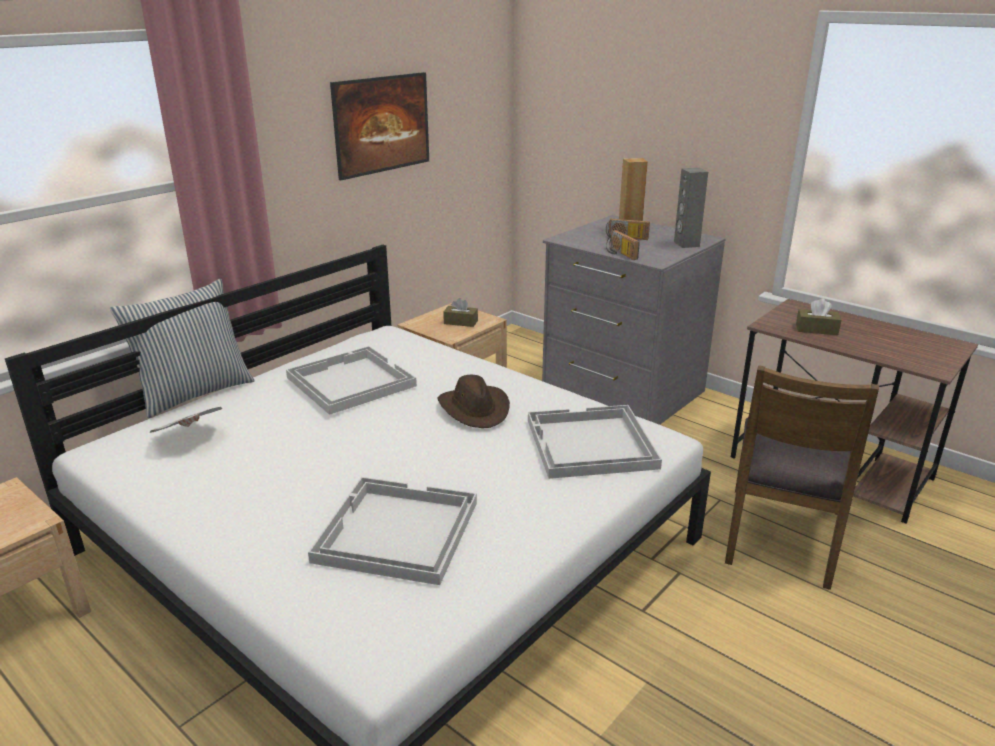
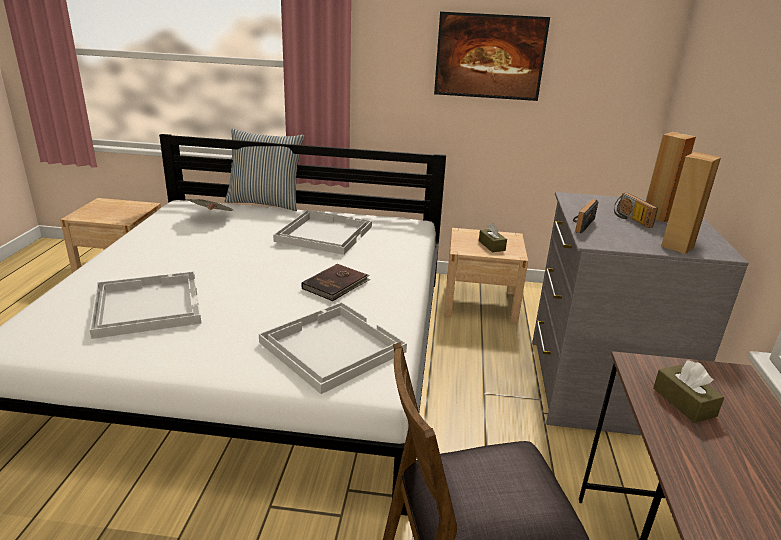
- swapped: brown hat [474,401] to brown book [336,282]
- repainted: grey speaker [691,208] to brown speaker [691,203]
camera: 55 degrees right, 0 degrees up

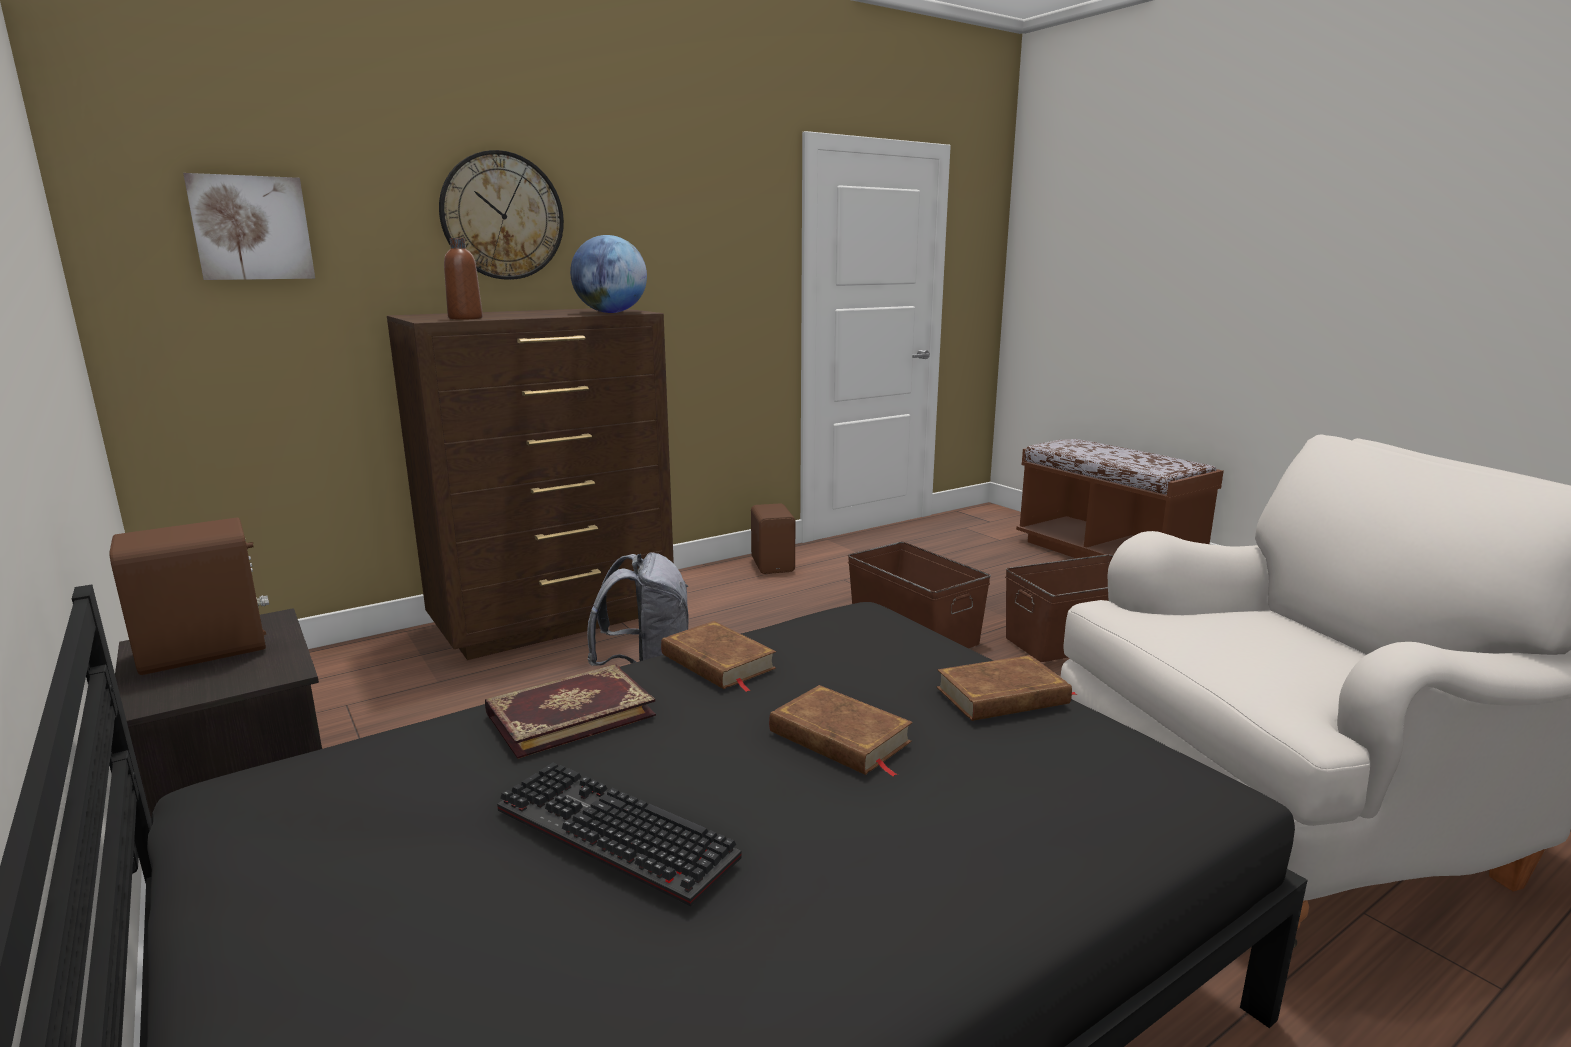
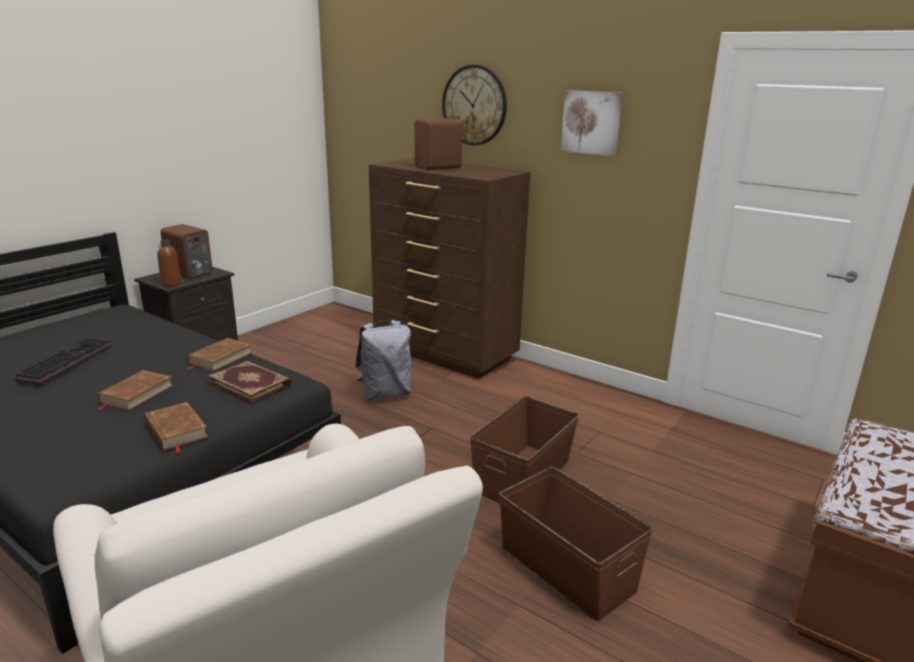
- gone: globe [608,274]
- shifted: picture [249,226] to [592,123]
- shifted: brown bottle [463,279] to [169,263]
- shifted: book [570,711] to [250,382]
- shifted: brown speaker [773,539] to [439,144]
camera: 70 degrees right, 5 degrees up

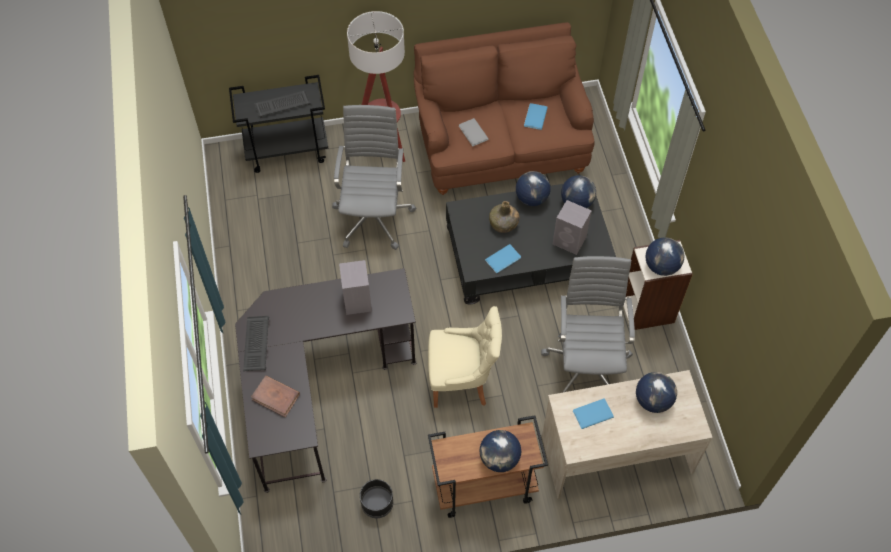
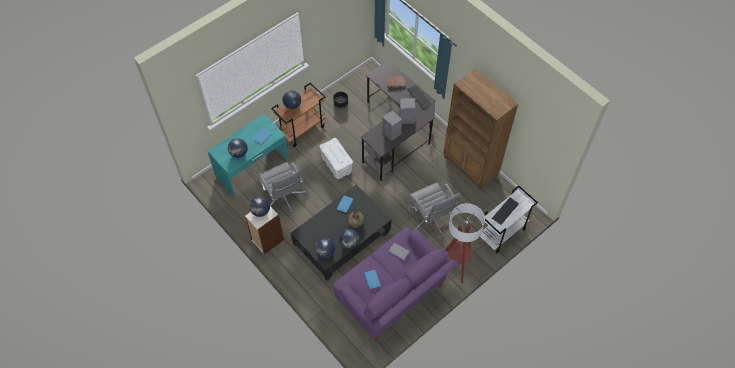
- new: brown bookcase [480,129]
- shifted: grey speaker [572,227] to [407,111]
- swapped: beige chair [465,357] to white storage box [336,158]
- repainted: black cart [278,124] to white cart [509,219]
- repainted: brown sofa [504,108] to purple sofa [395,283]
- repainted: beige desk [627,434] to turquoise desk [248,155]
camera: 150 degrees right, 0 degrees up

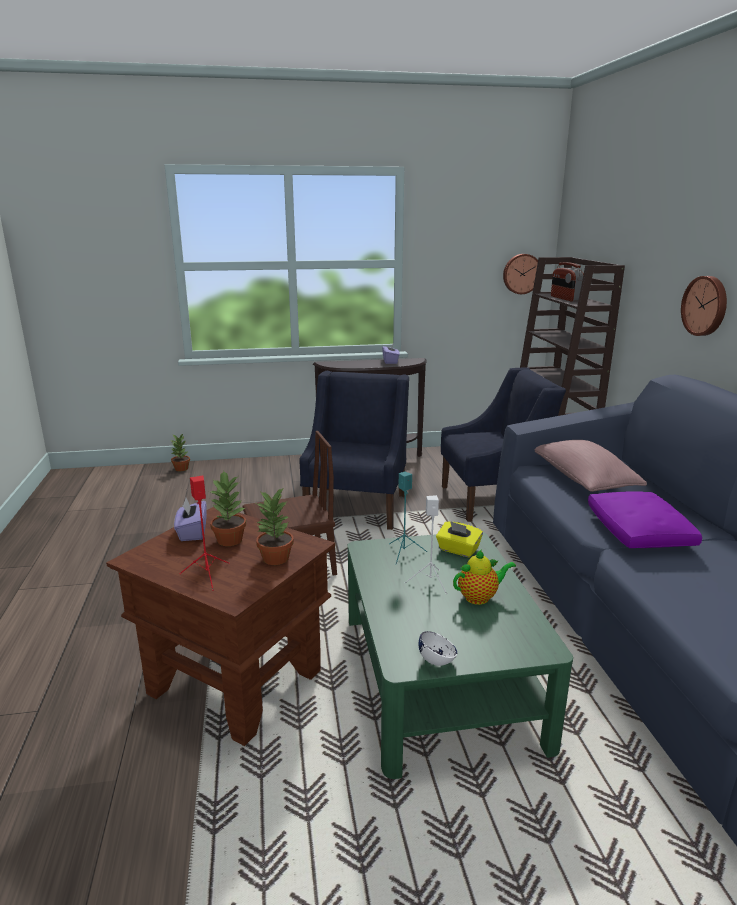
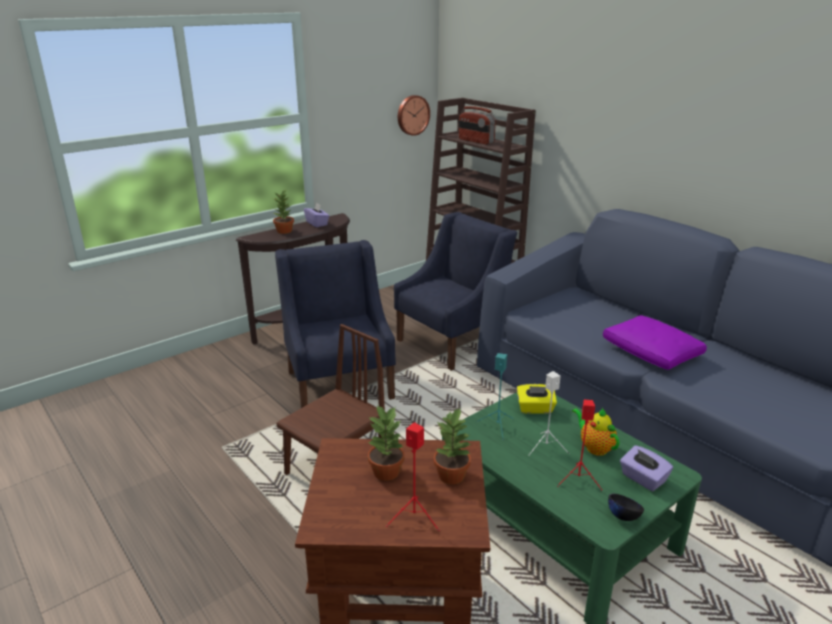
- gone: pink pillow [591,466]
- gone: wall clock [704,306]
- new: red speaker [579,445]
- shifted: potted plant [180,452] to [283,212]
- shifted: purple tissue box [190,519] to [646,468]
- repainted: white bowl [438,648] to black bowl [626,507]
- rotated: teapot [484,577] = [596,432] 75 degrees counterclockwise
camera: 30 degrees left, 5 degrees up

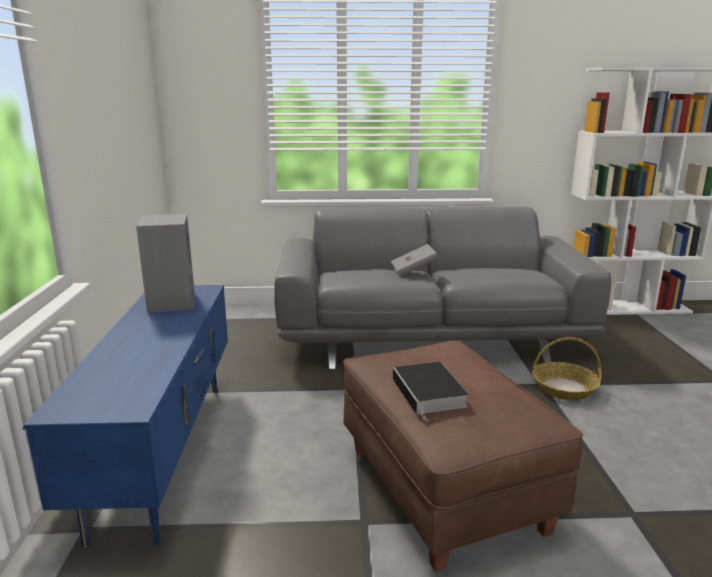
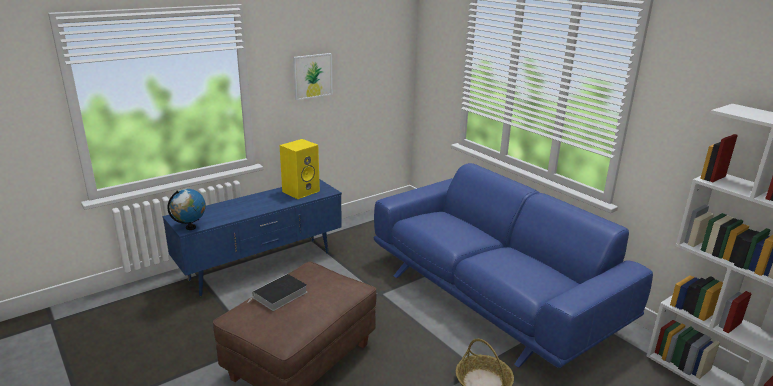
- gone: grey book [415,260]
- new: globe [187,209]
- new: picture [313,76]
- repainted: grey speaker [165,263] to yellow speaker [300,169]
- repainted: grey sofa [442,288] to blue sofa [513,265]
camera: 55 degrees right, 5 degrees up

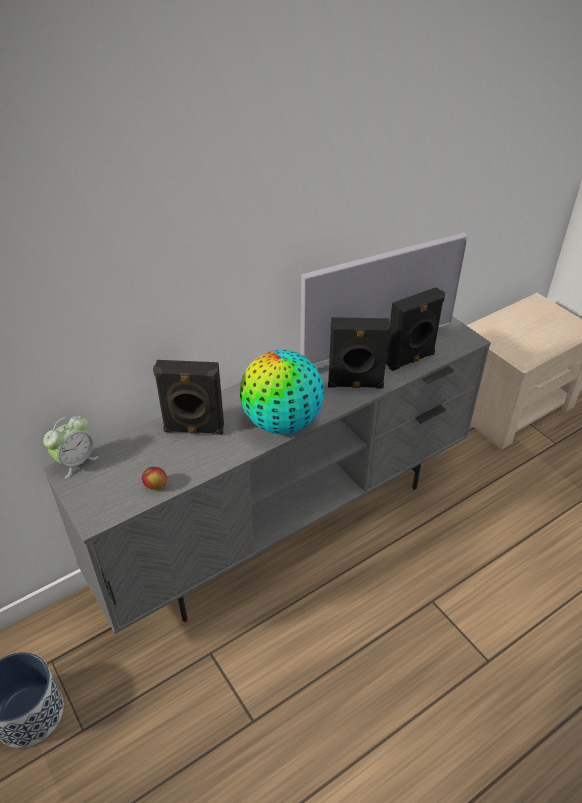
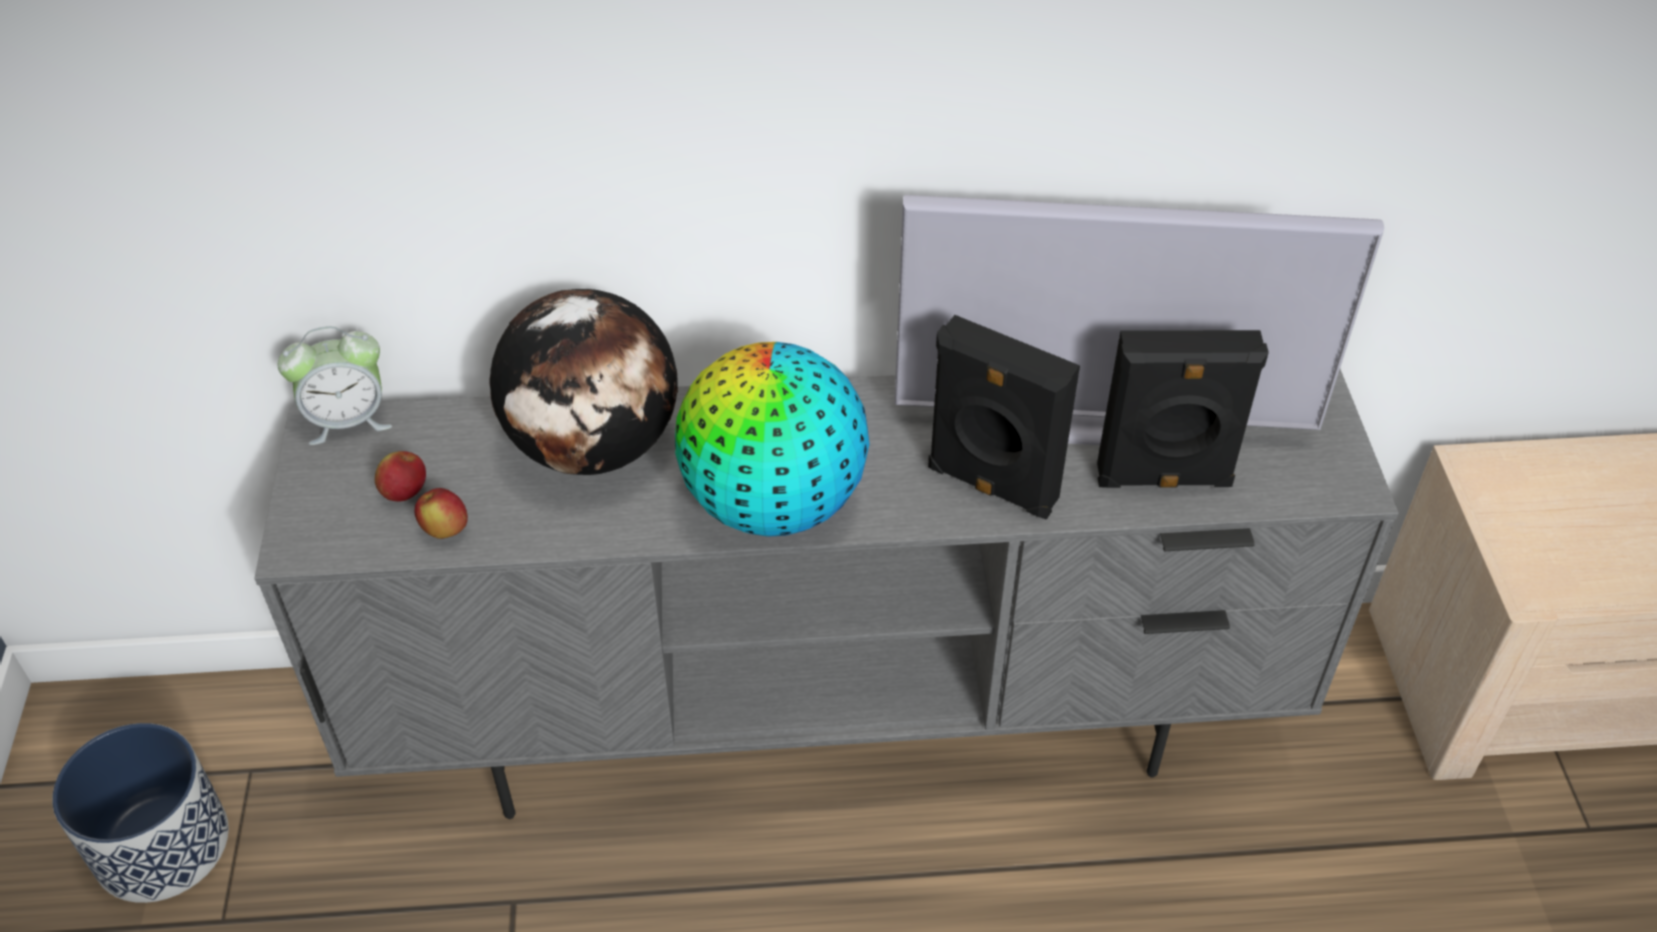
- new: apple [400,476]
- swapped: black speaker [188,397] to globe [583,382]
camera: 30 degrees right, 5 degrees up

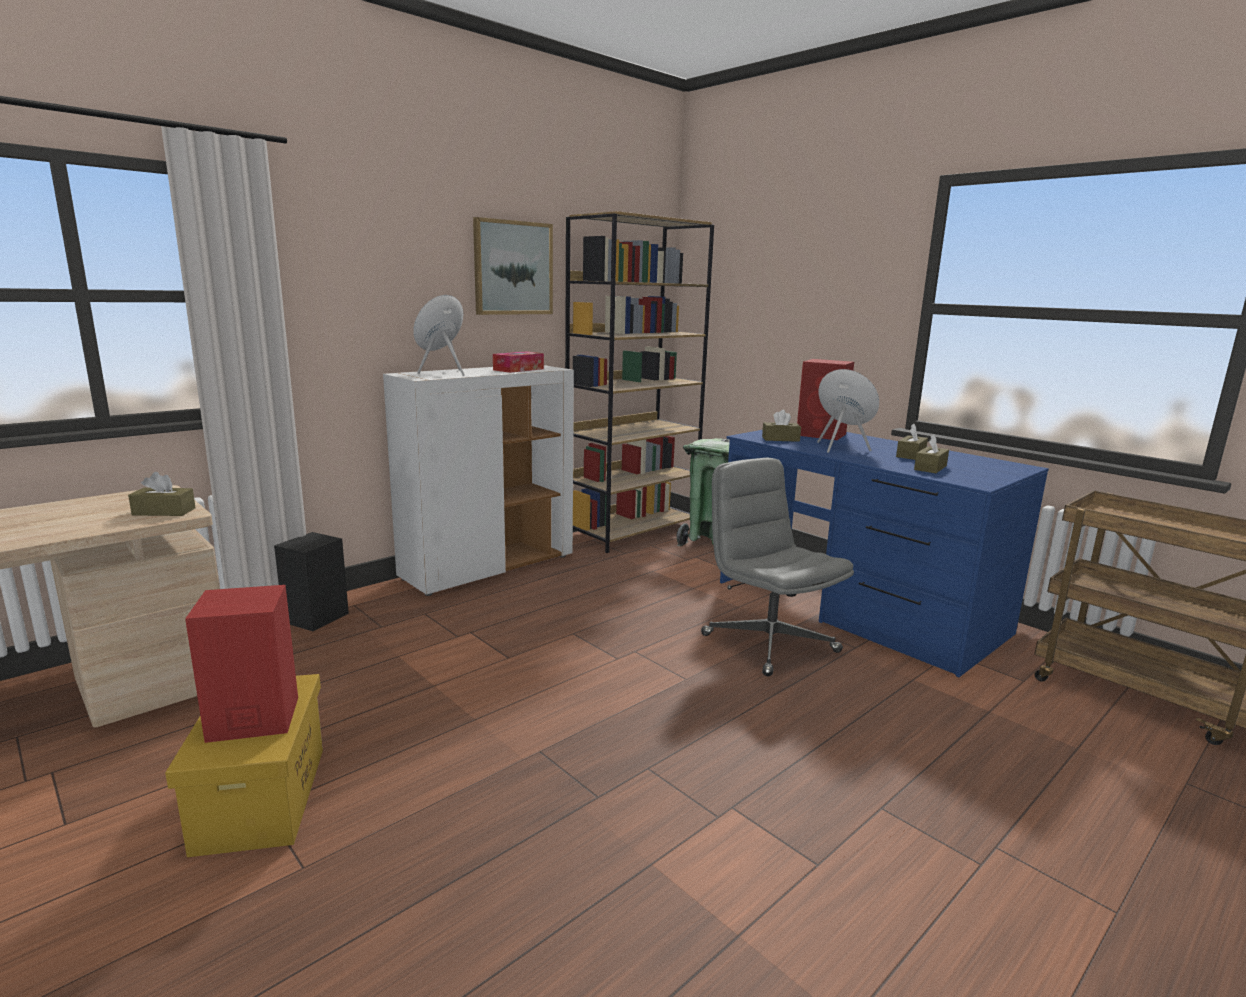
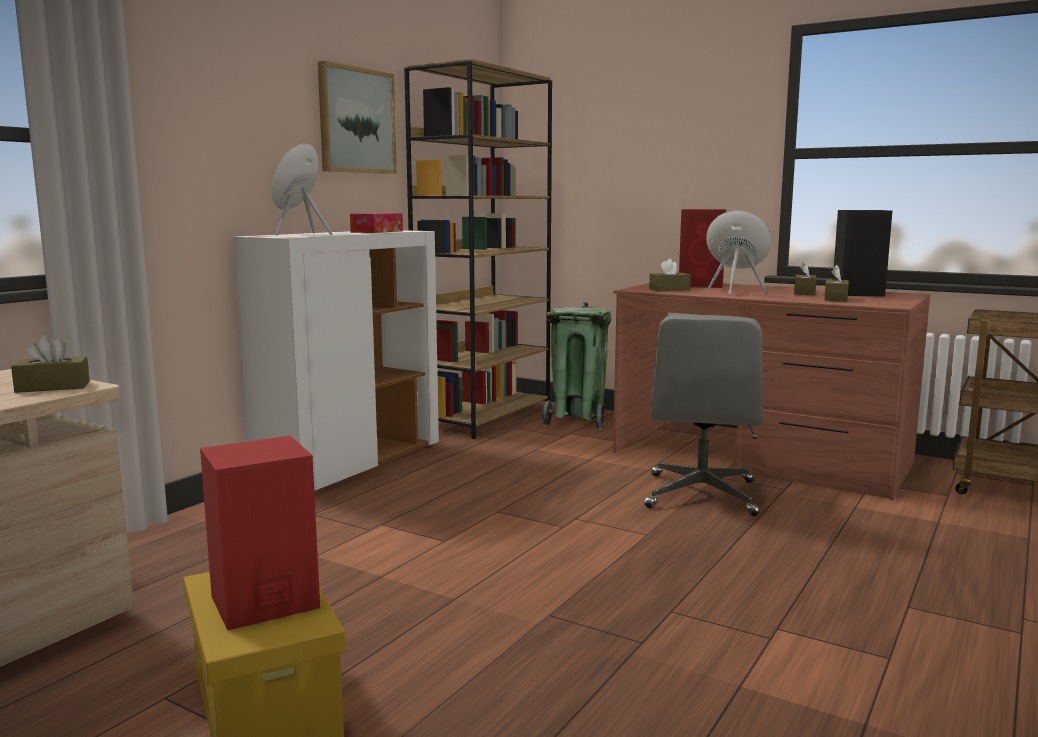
- shifted: black speaker [311,581] to [862,253]
- repainted: blue desk [884,553] to brown desk [772,391]
- rotated: grey office chair [777,566] = [703,415] 120 degrees counterclockwise
camera: 15 degrees left, 5 degrees down

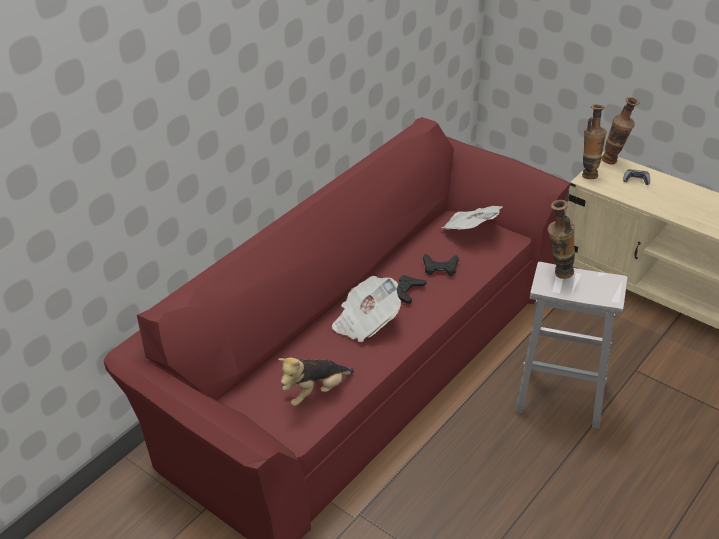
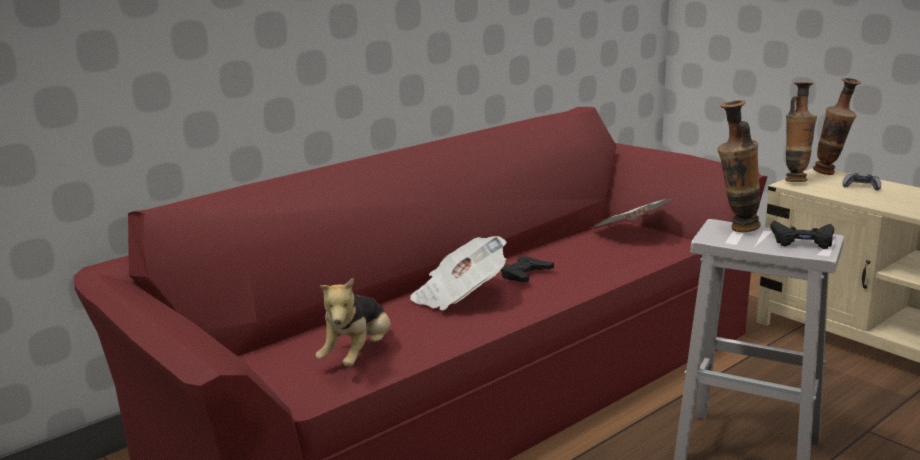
- shifted: black game controller [441,265] to [802,235]
- rotated: plush toy [316,381] = [353,322] 45 degrees counterclockwise
camera: 10 degrees right, 20 degrees down

